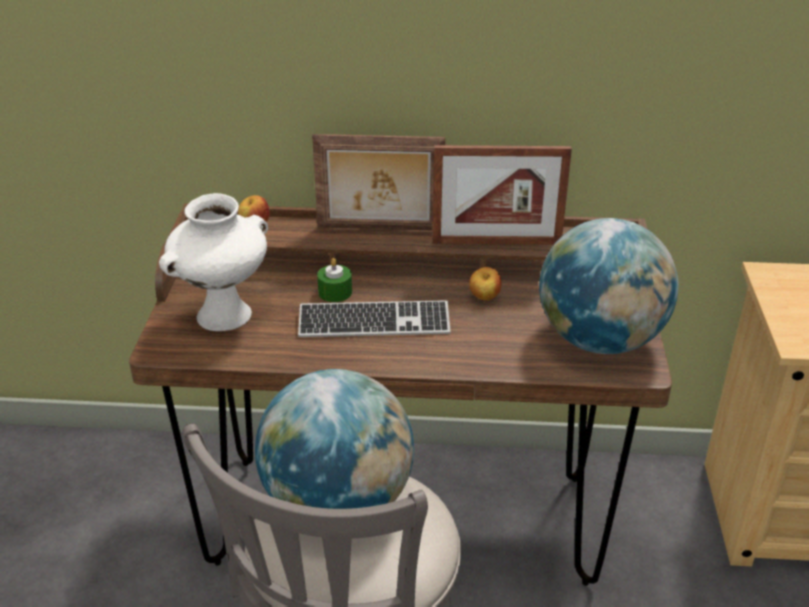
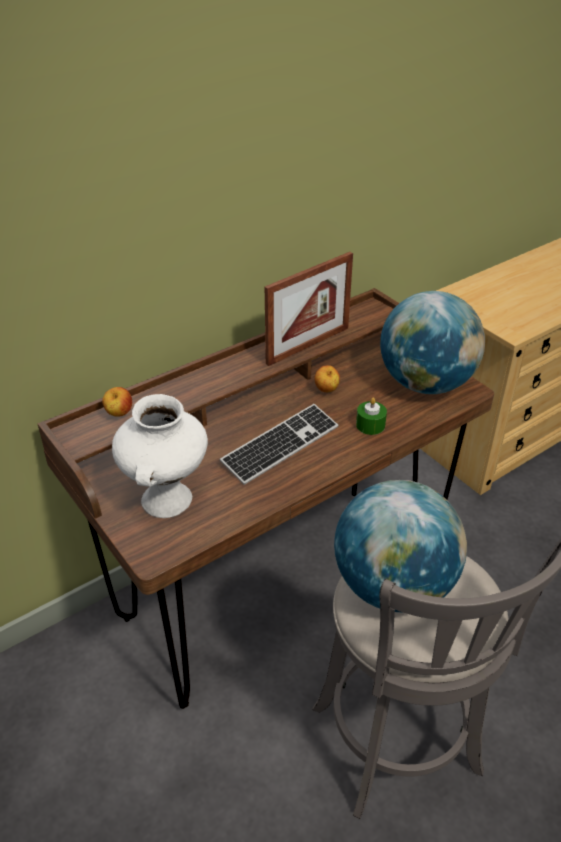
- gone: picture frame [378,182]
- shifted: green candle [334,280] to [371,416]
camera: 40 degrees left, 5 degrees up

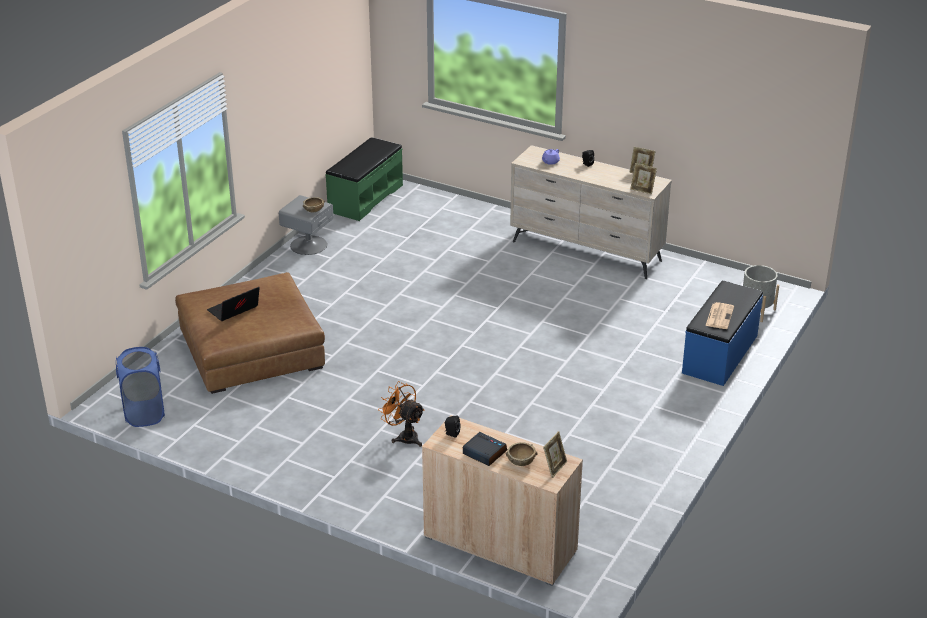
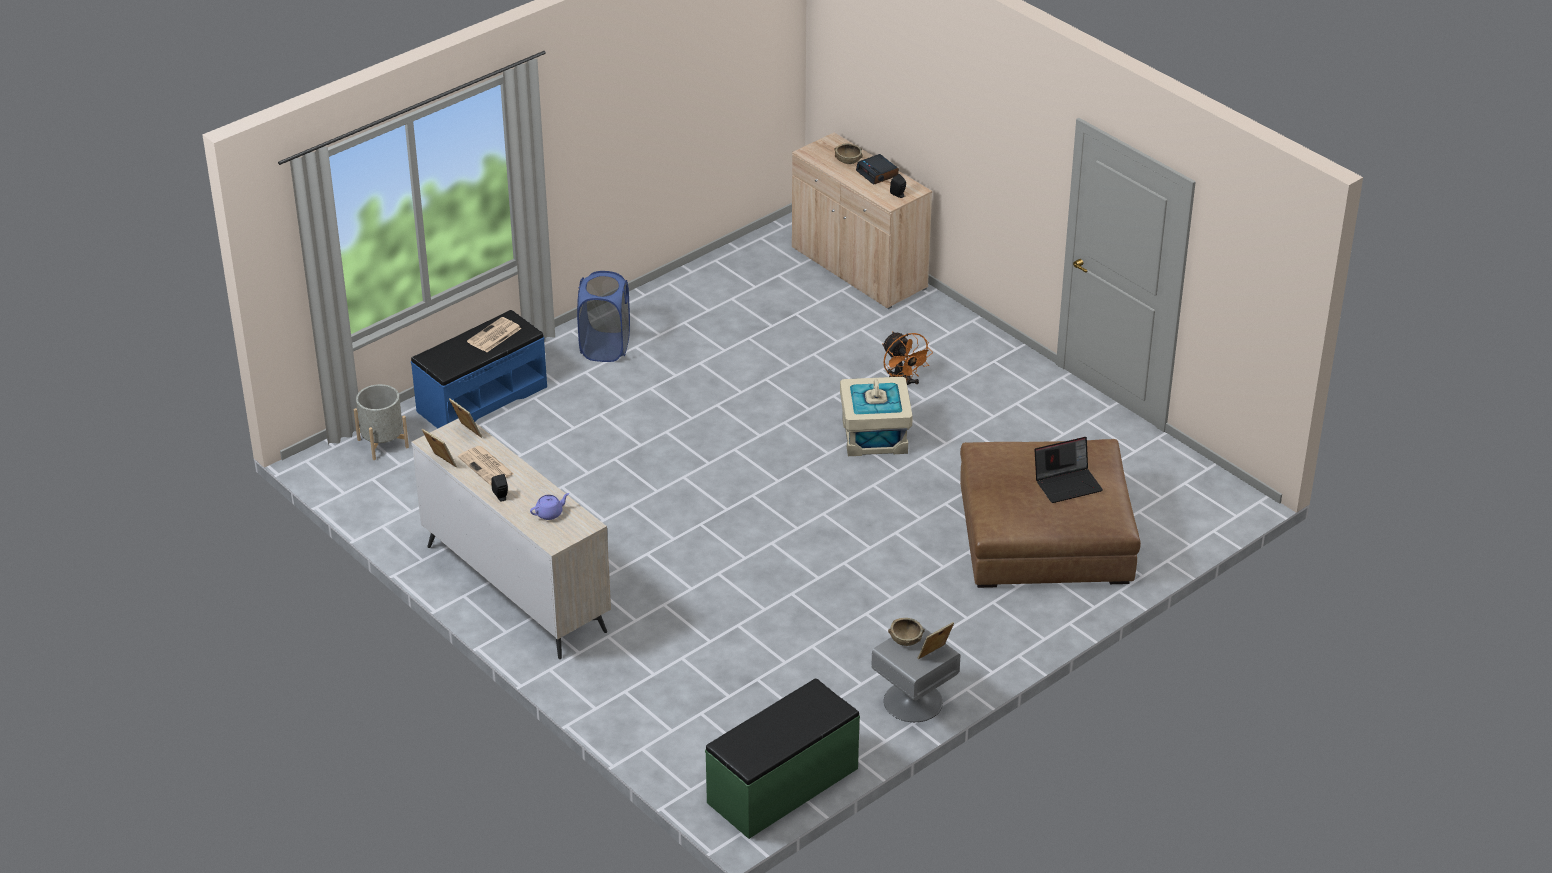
- new: newspaper [486,465]
- new: beige storage box [876,416]
- shifted: blue laundry basket [140,387] to [603,316]
- shifted: picture frame [555,454] to [935,640]
camera: 160 degrees left, 5 degrees up

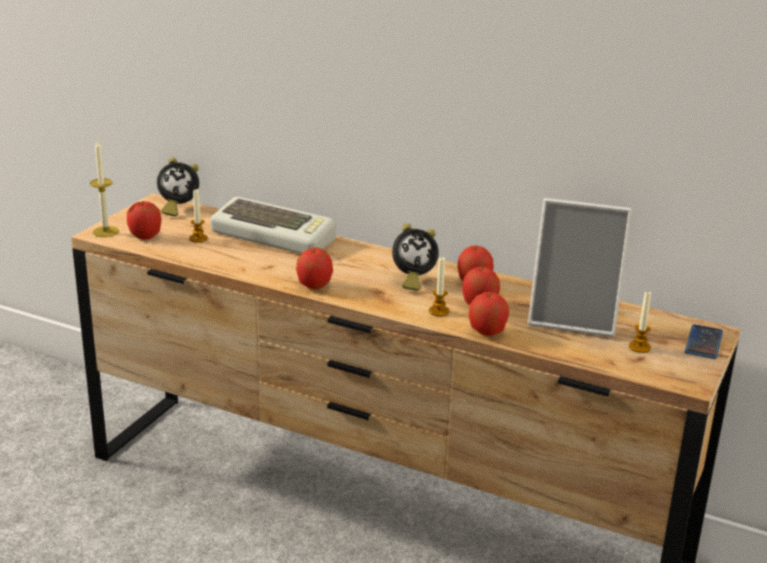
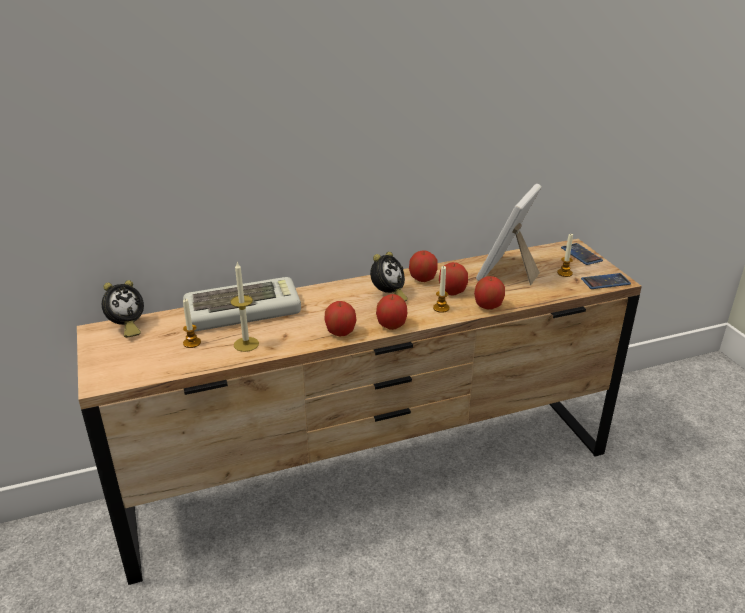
- new: phone [606,281]
- shifted: candle [104,188] to [244,307]
- shifted: apple [144,220] to [391,312]
- rotated: picture frame [580,267] = [508,234] 150 degrees clockwise
camera: 45 degrees left, 5 degrees up

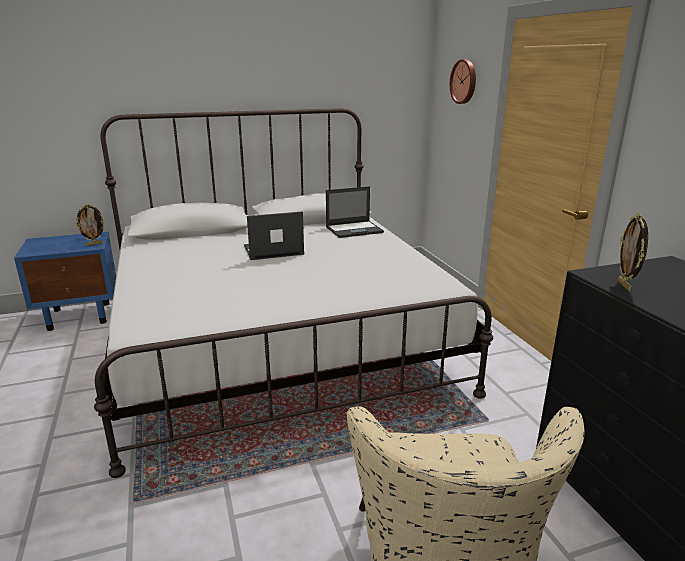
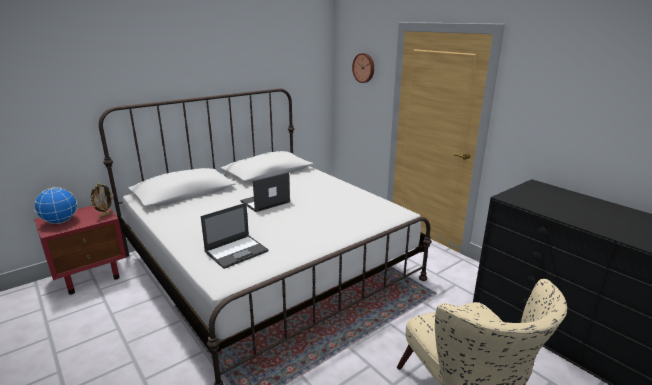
- gone: picture frame [632,252]
- new: globe [56,205]
- shifted: laptop [355,212] to [235,236]
- repainted: blue nightstand [65,281] to red nightstand [80,250]
camera: 20 degrees left, 0 degrees up

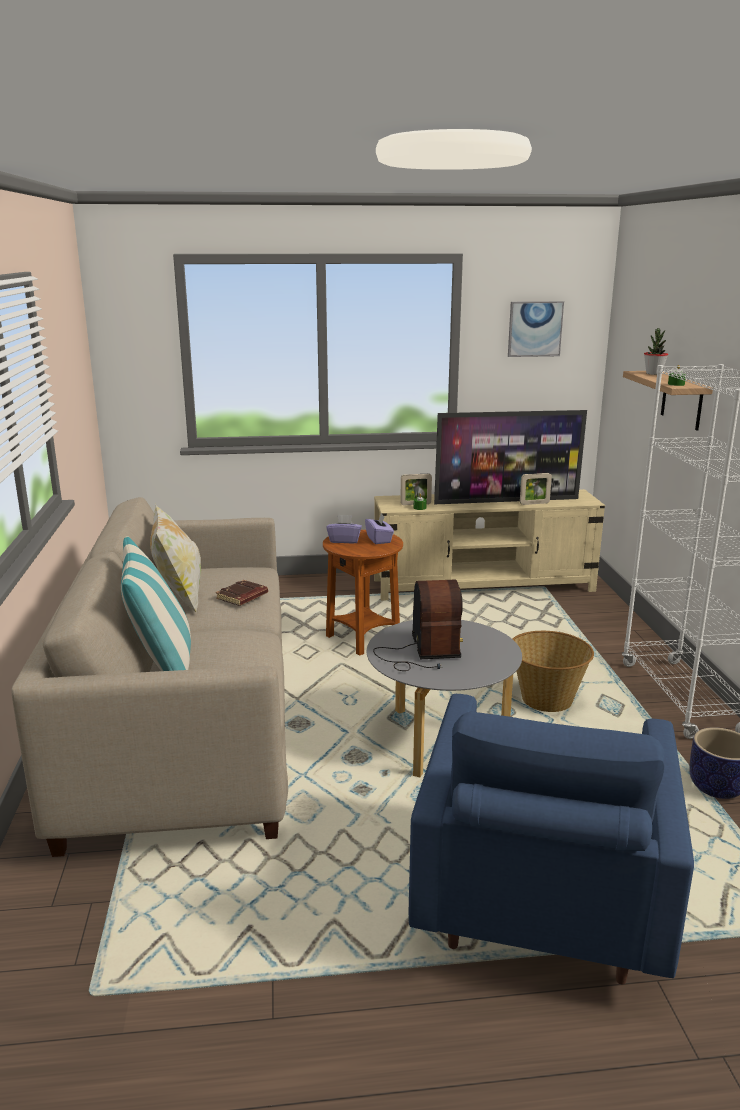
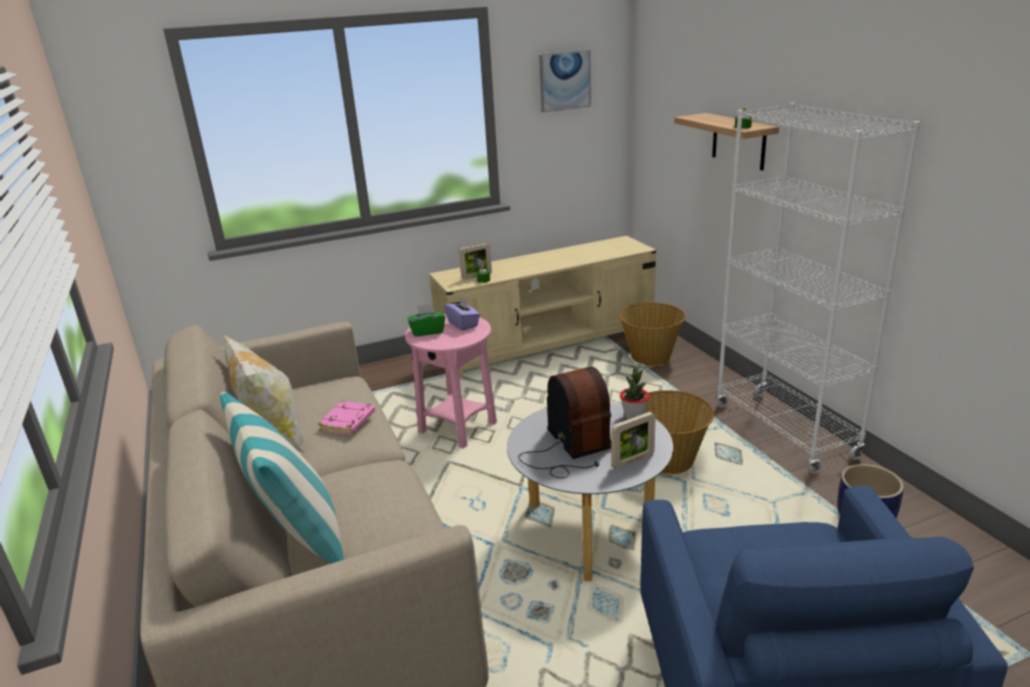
- gone: television [510,457]
- new: basket [652,334]
- shifted: picture frame [536,489] to [633,440]
- shifted: potted plant [656,351] to [634,393]
- repainted: brown book [242,593] to pink book [346,418]
- repainted: brown side table [363,593] to pink side table [451,381]
- repainted: purple tissue box [344,529] to green tissue box [426,320]
camera: 15 degrees left, 5 degrees up

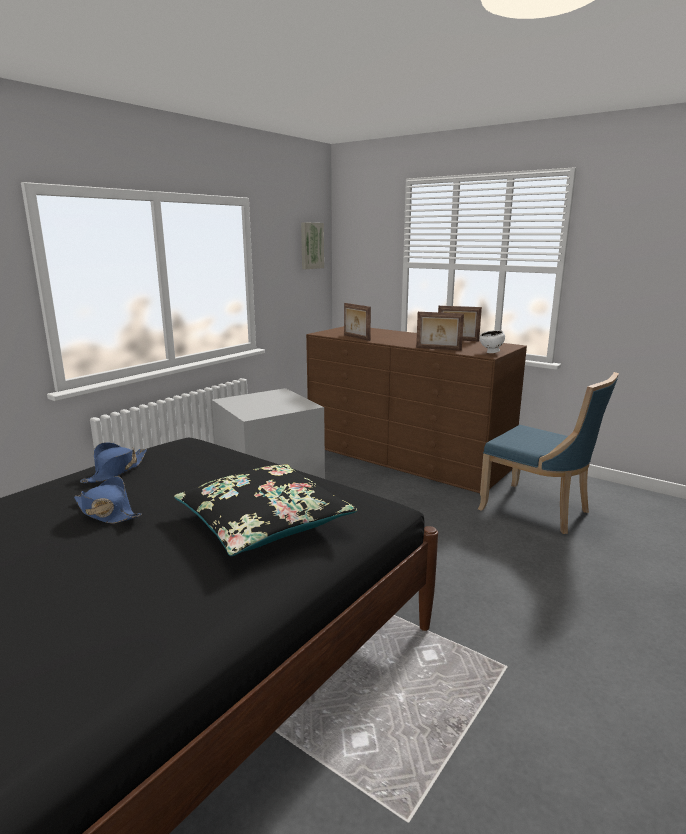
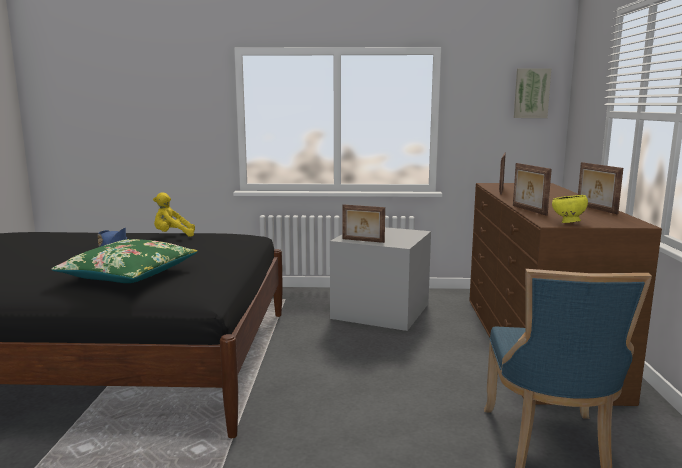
- new: picture frame [364,224]
- swapped: blue hat [113,462] to yellow plush toy [174,214]
- repainted: black pillow [265,510] to green pillow [124,261]
- repainted: white bowl [492,341] to yellow bowl [570,209]
camera: 55 degrees right, 5 degrees down

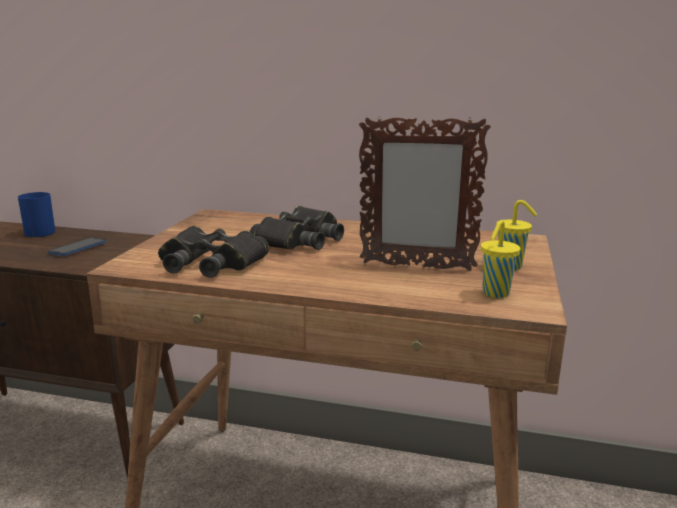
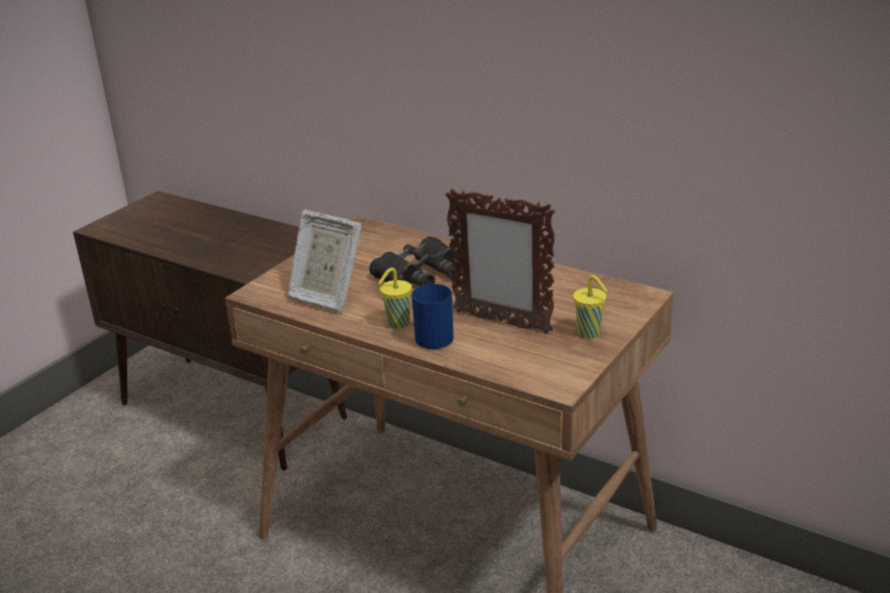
- gone: phone [77,247]
- shifted: blue mug [36,214] to [433,316]
- shifted: yellow cup [501,259] to [395,298]
- swapped: black binoculars [213,252] to picture frame [325,261]
camera: 20 degrees right, 10 degrees up

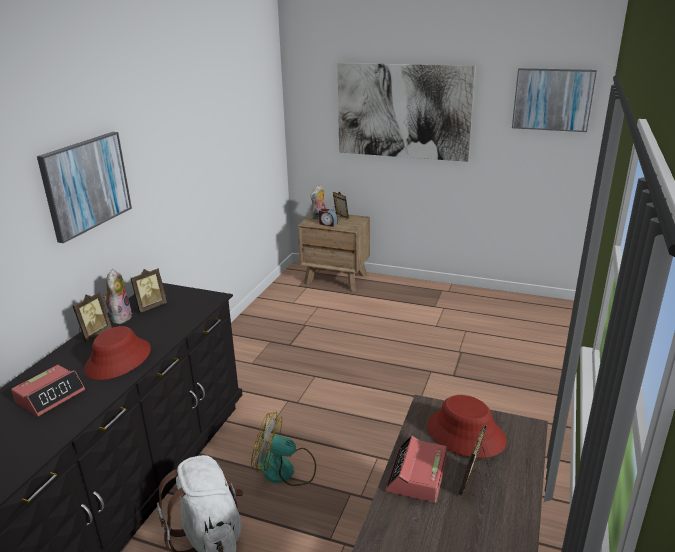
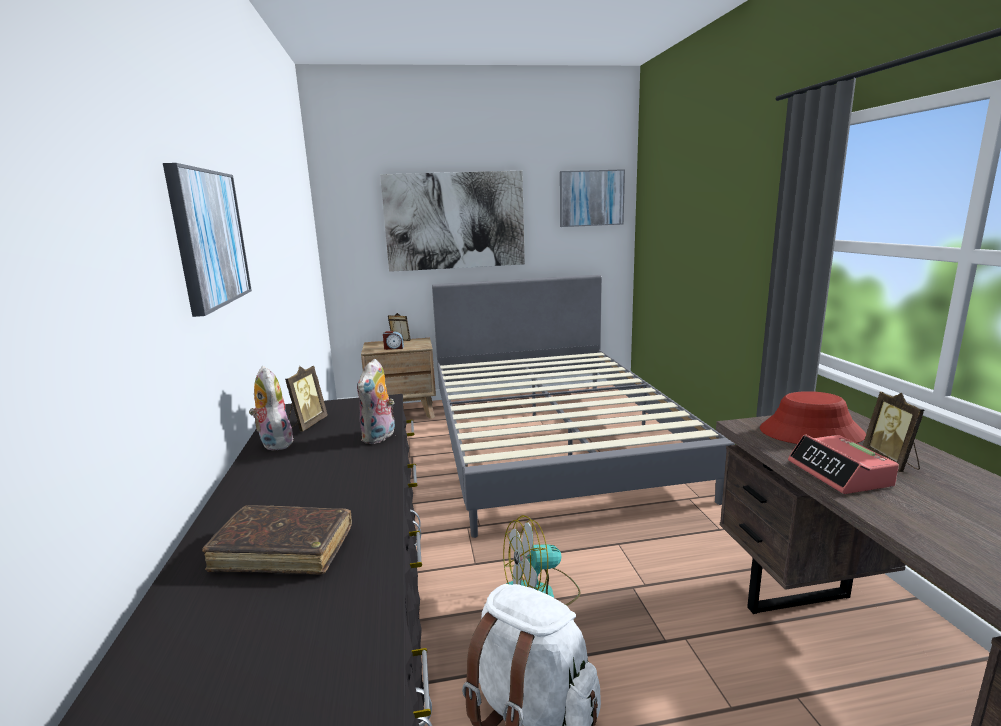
- gone: picture frame [92,317]
- gone: red hat [117,353]
- new: grey bed [583,406]
- shifted: plush toy [318,202] to [376,401]
- swapped: alarm clock [48,391] to brown book [277,540]
camera: 30 degrees left, 10 degrees down

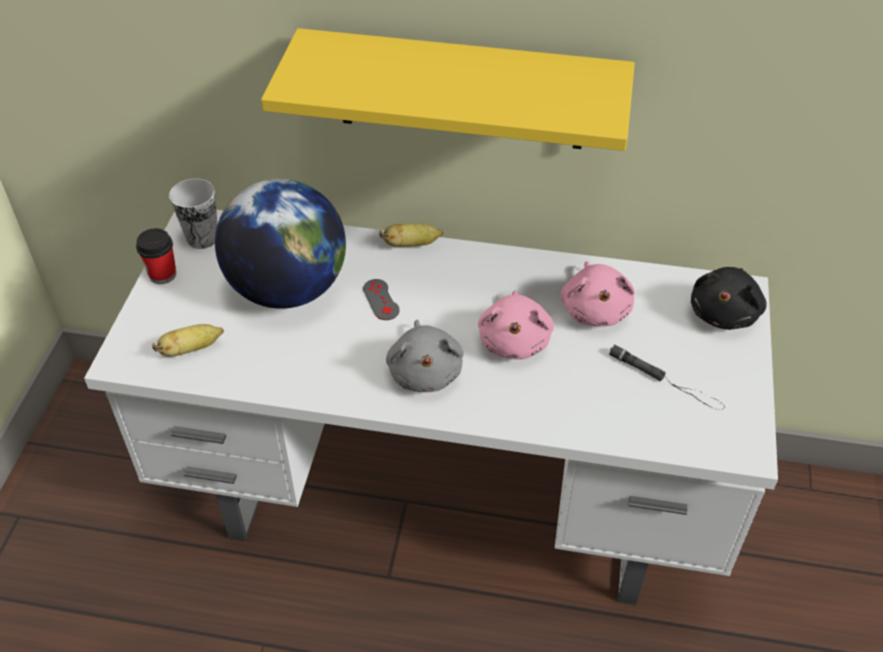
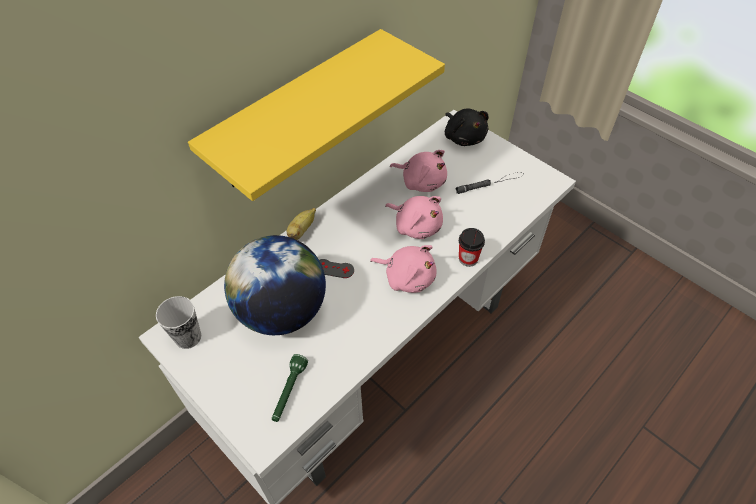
- shifted: cup [156,256] to [472,247]
- swapped: banana [188,340] to green flashlight [290,388]
- repainted: grey plush toy [424,356] to pink plush toy [403,269]
camera: 55 degrees left, 5 degrees up

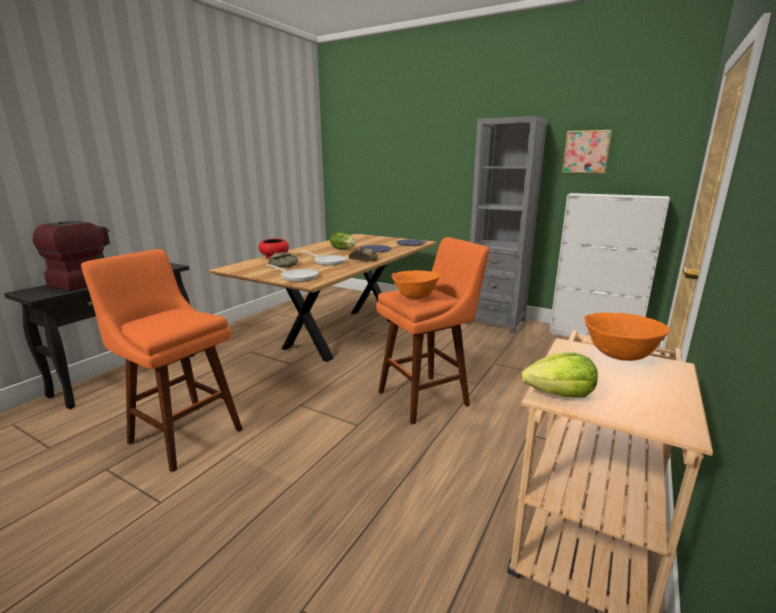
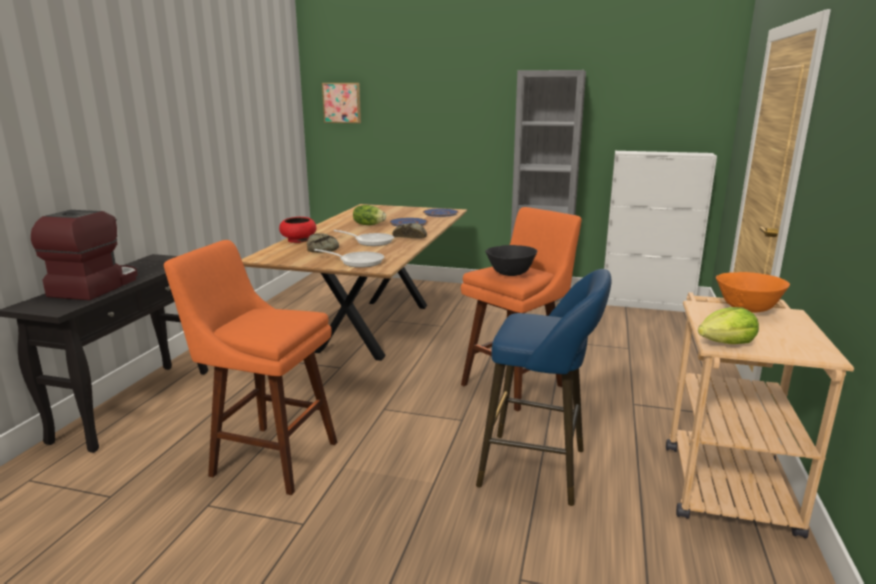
- new: blue stool [543,387]
- shifted: picture [587,152] to [341,103]
- repainted: orange bowl [415,284] to black bowl [511,260]
camera: 15 degrees left, 0 degrees up

